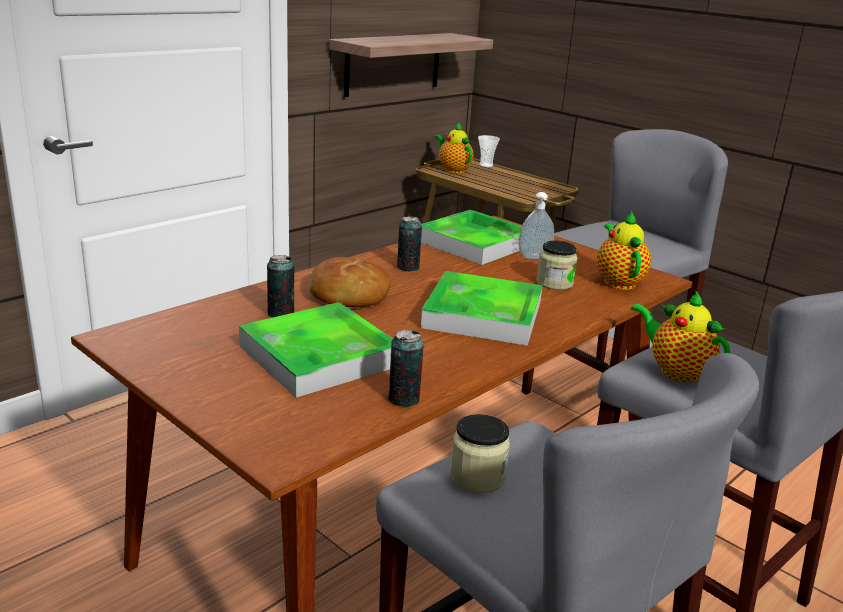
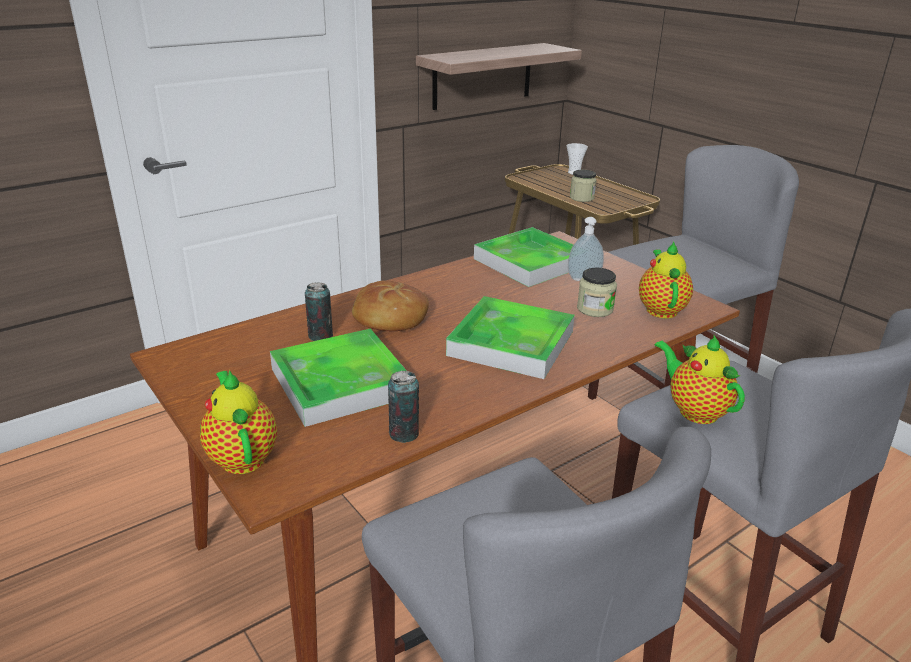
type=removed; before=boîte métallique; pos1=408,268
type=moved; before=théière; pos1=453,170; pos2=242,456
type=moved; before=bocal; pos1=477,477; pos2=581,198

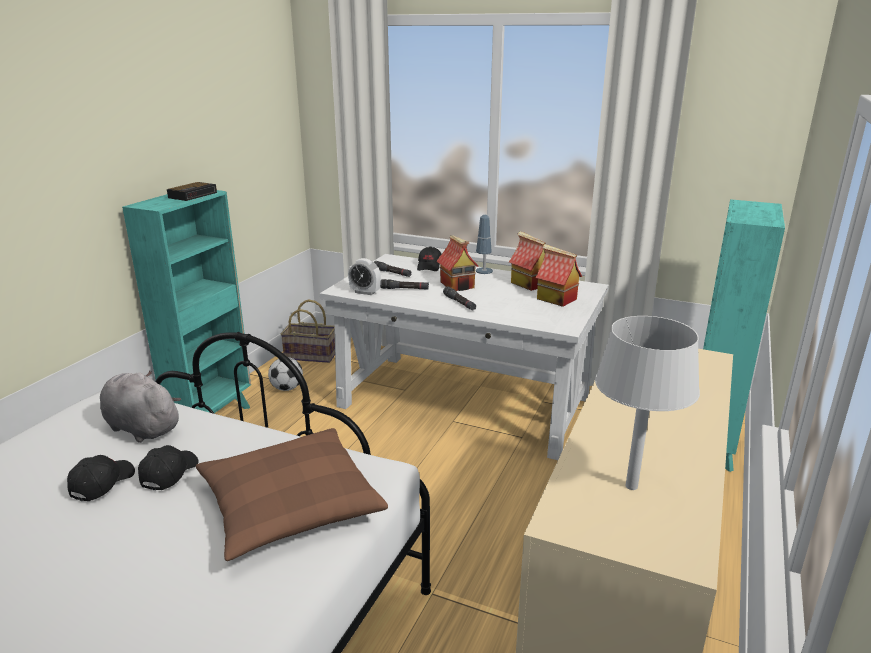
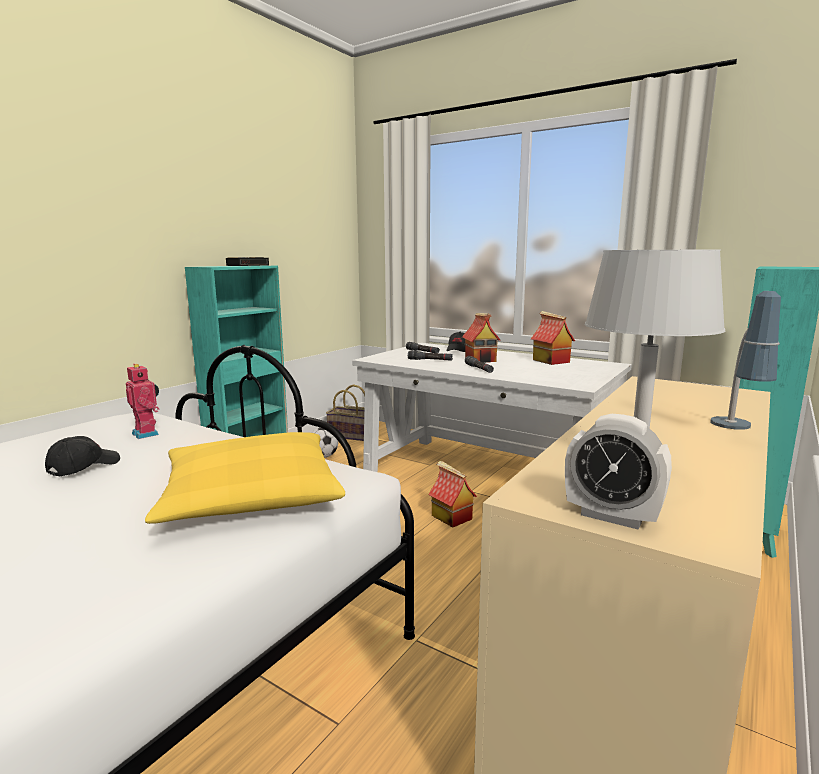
type=removed; before=casquette [noir]; pos1=169,473
type=moved; before=réveil; pos1=365,292; pos2=612,516
type=moved; before=lampe de table; pos1=483,275; pos2=737,432
type=moved; before=maison miniature; pos1=555,299; pos2=450,517
type=replaced; before=peluche [gris]; after=robot jouet; pos1=141,427; pos2=147,433
type=recoloured; before=coussin [marron]; after=coussin [jaune]; pos1=290,505; pos2=250,495

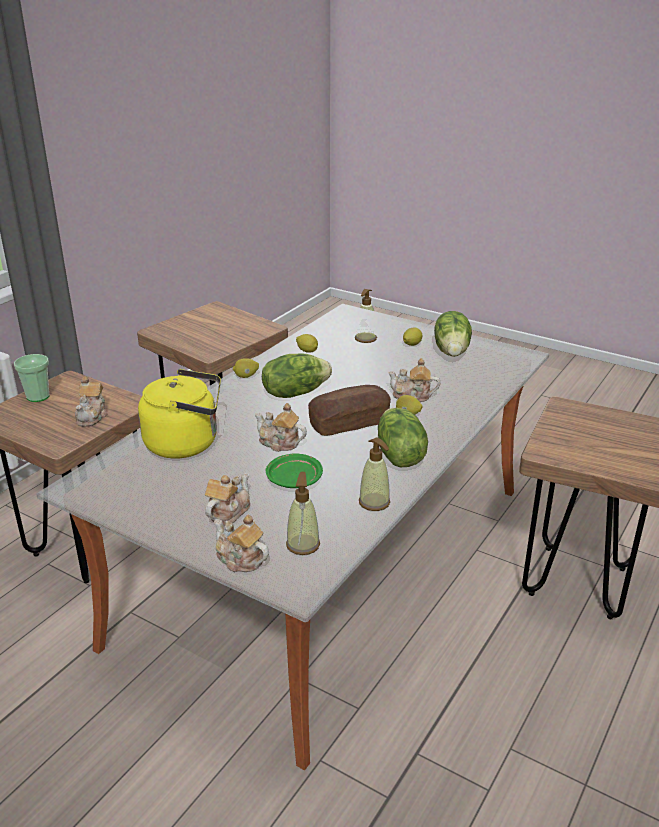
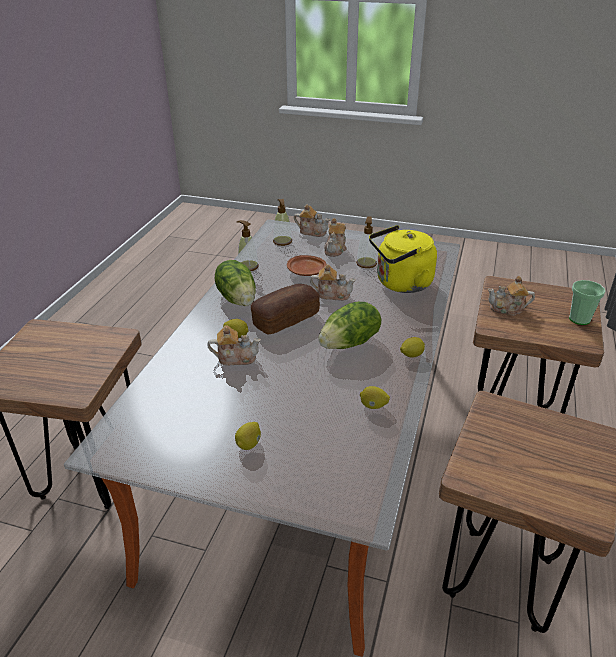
type=removed; before=laitue; pos1=452,351
type=moved; before=distributeur de savon; pos1=365,338; pos2=366,263
type=recoloured; before=assiette [vert]; after=assiette [marron]; pos1=294,479; pos2=307,272
type=turned; before=théière; pos1=92,416; pos2=507,309; turn=-75

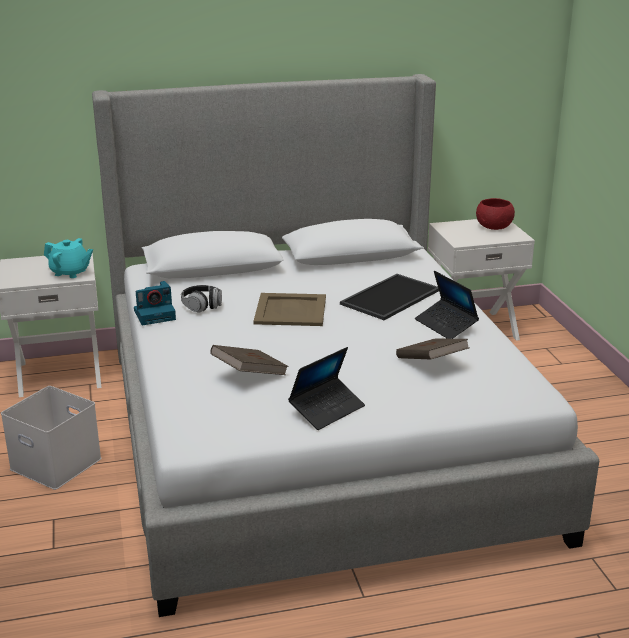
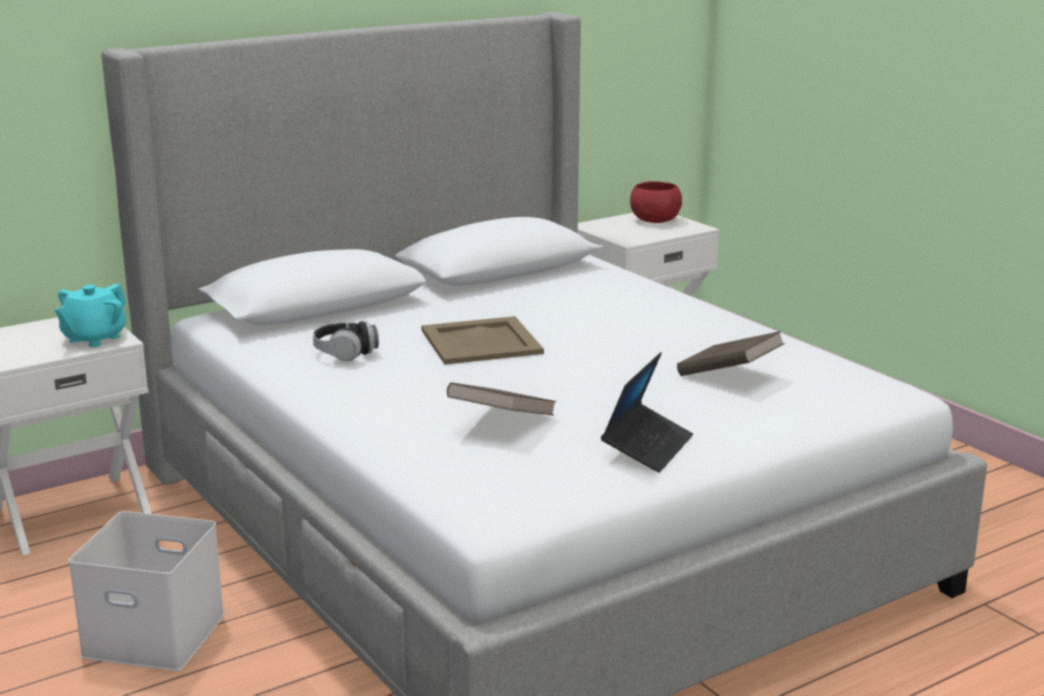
type=removed; before=appareil photo; pos1=155,314
type=removed; before=plateau; pos1=391,298
type=removed; before=ordinateur portable; pos1=446,325
type=turned; before=théière [turquoise]; pos1=70,272; pos2=94,338; turn=120

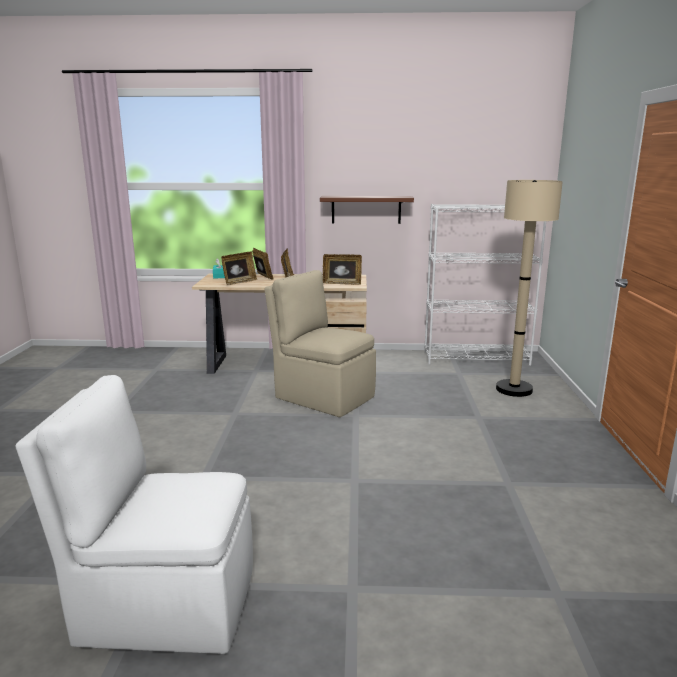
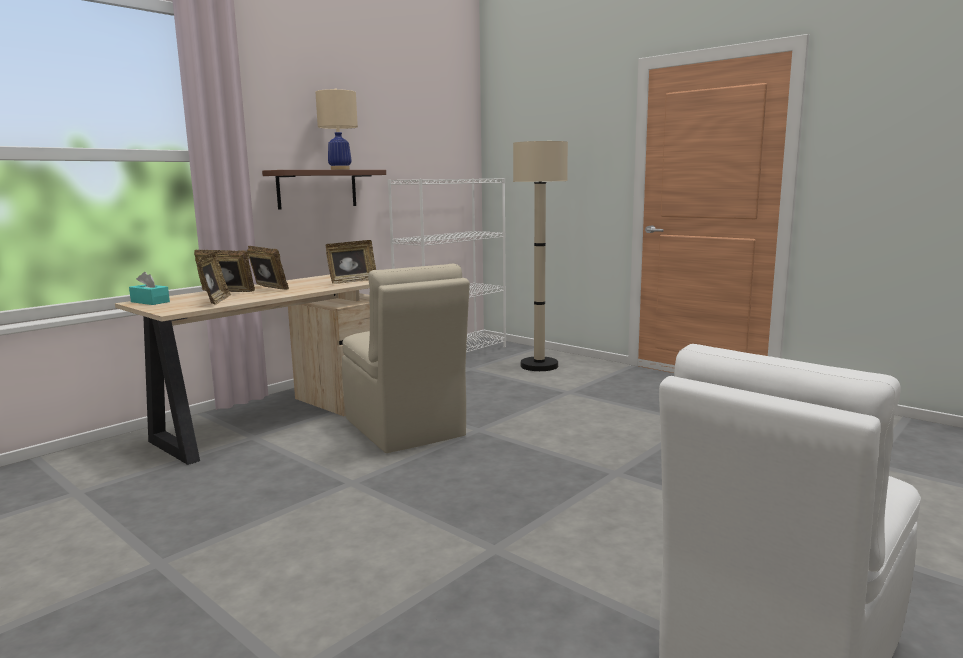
type=added; after=lampe de table [beige]; pos2=340,169
type=turned; before=chaise [beige]; pos1=323,397; pos2=405,429; turn=-105

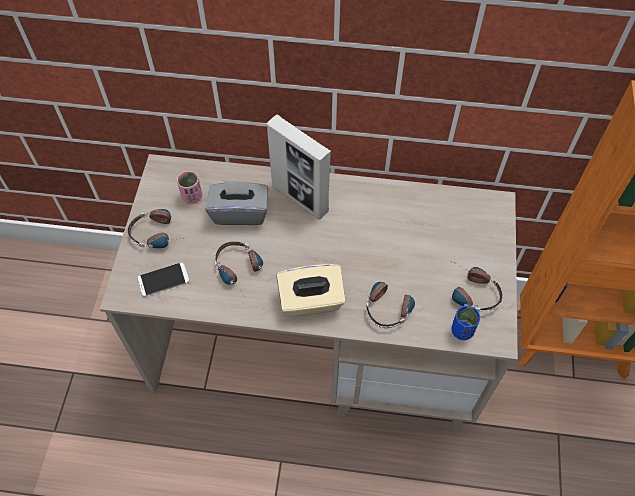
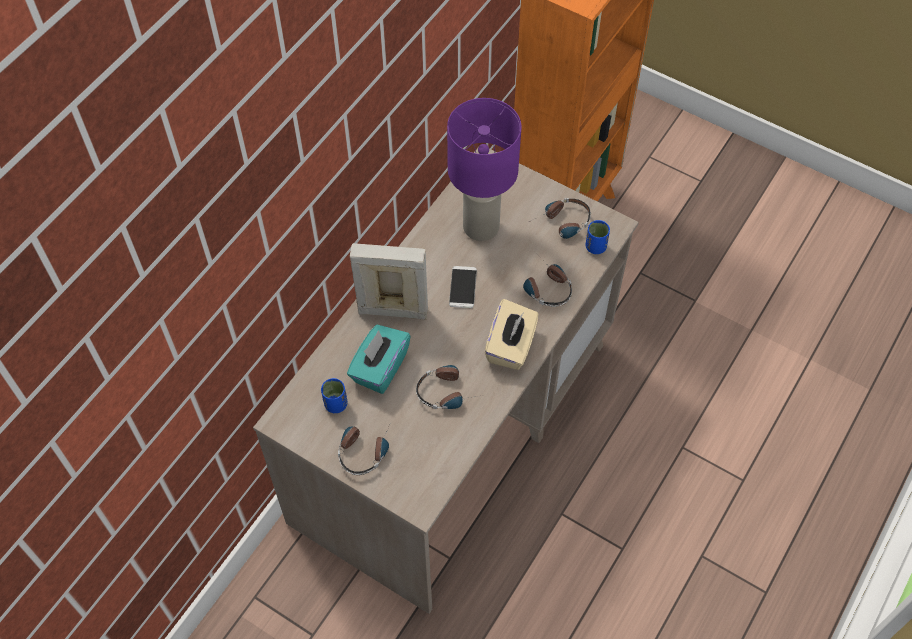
type=added; after=lampe de table [violet]; pos2=480,227
type=moved; before=téléphone; pos1=163,280; pos2=463,287
type=recoloured; before=tasse [rose]; after=tasse [bleu]; pos1=192,197; pos2=335,404
type=recoloured; before=boîte à mouchoirs [gris]; after=boîte à mouchoirs [turquoise]; pos1=240,212; pos2=380,368
type=turned; before=cadre photo; pos1=300,199; pos2=393,311; turn=-150

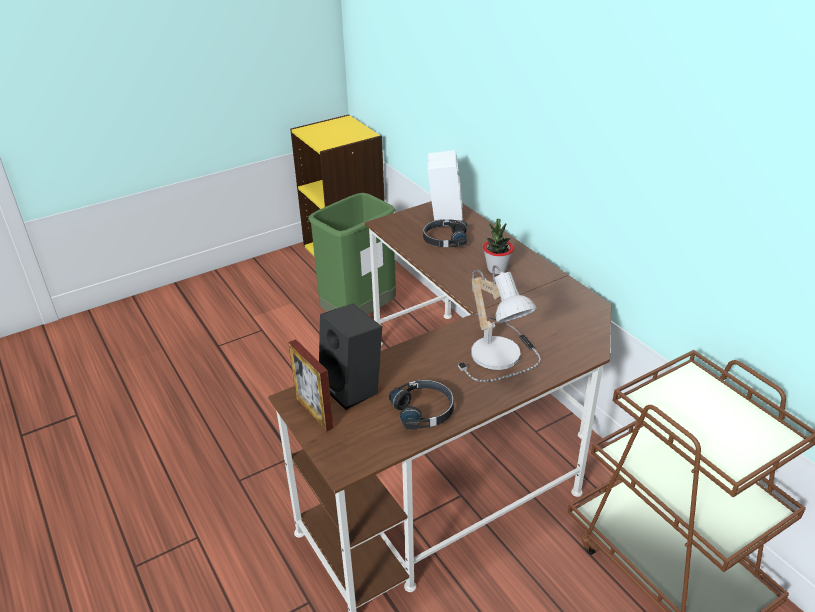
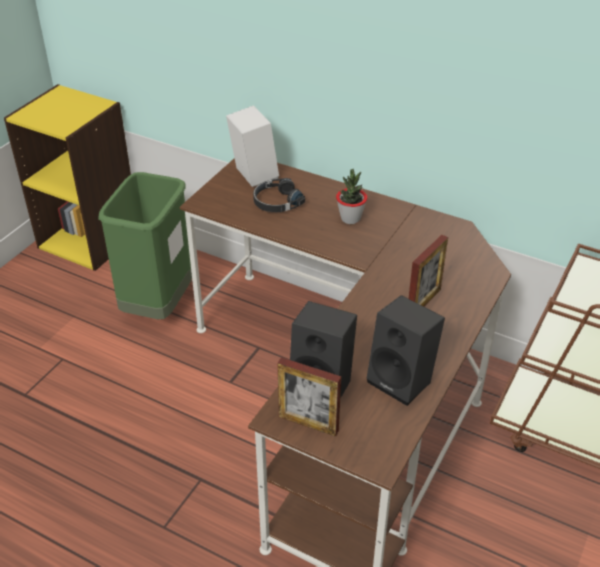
type=replaced; before=casque audio [noir]; after=enceinte [noir]; pos1=424,410; pos2=403,380
type=replaced; before=lampe de table; after=cadre photo; pos1=501,354; pos2=423,302

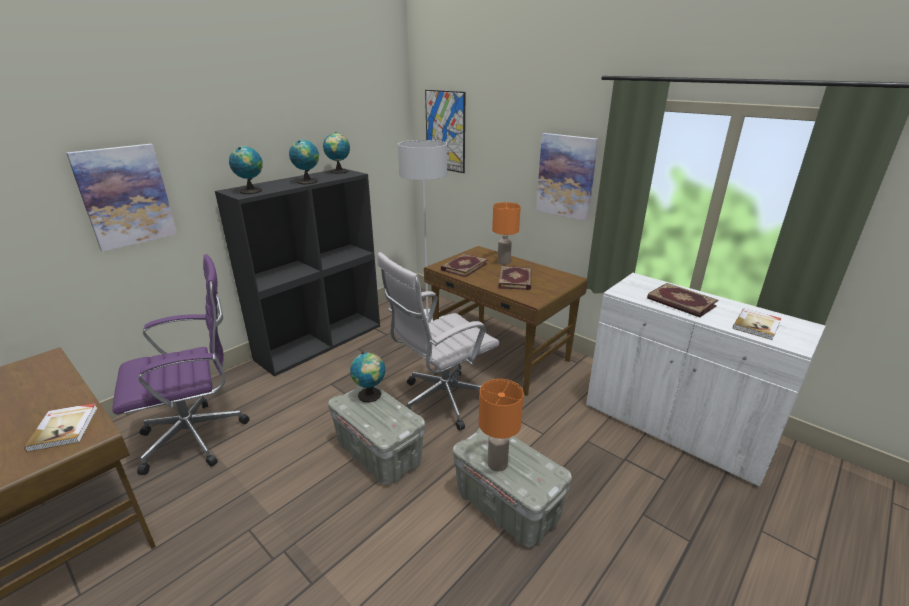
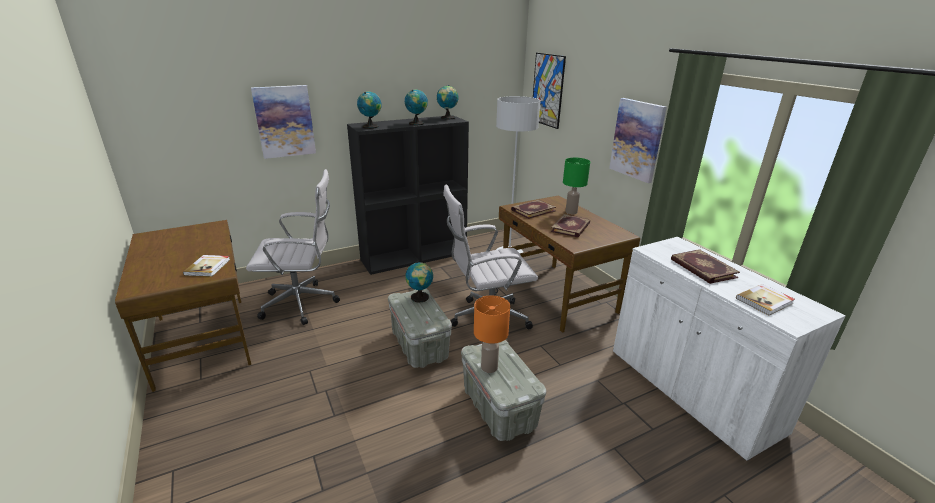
type=recoloured; before=chaise de bureau [violet]; after=chaise de bureau [blanc]; pos1=199,436; pos2=303,304
type=recoloured; before=lampe de table [orange]; after=lampe de table [vert]; pos1=503,262; pos2=571,212

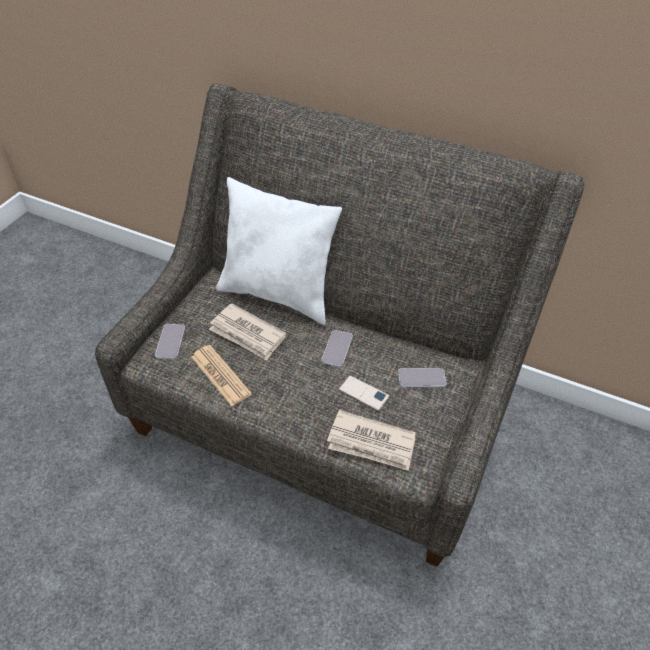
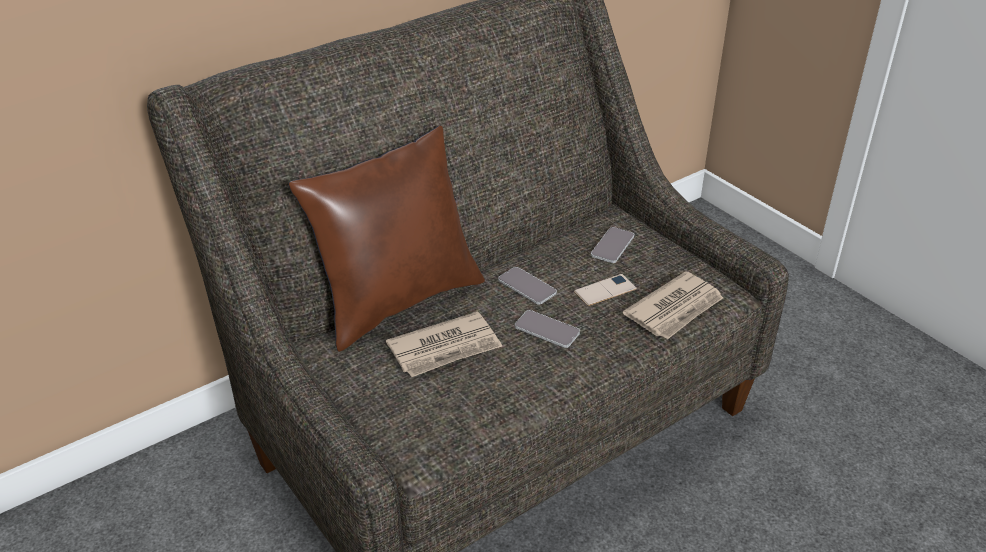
type=removed; before=journal; pos1=220,375
type=moved; before=téléphone; pos1=170,342; pos2=547,330
type=recoloured; before=coussin [blanc]; after=coussin [marron]; pos1=279,294; pos2=398,301

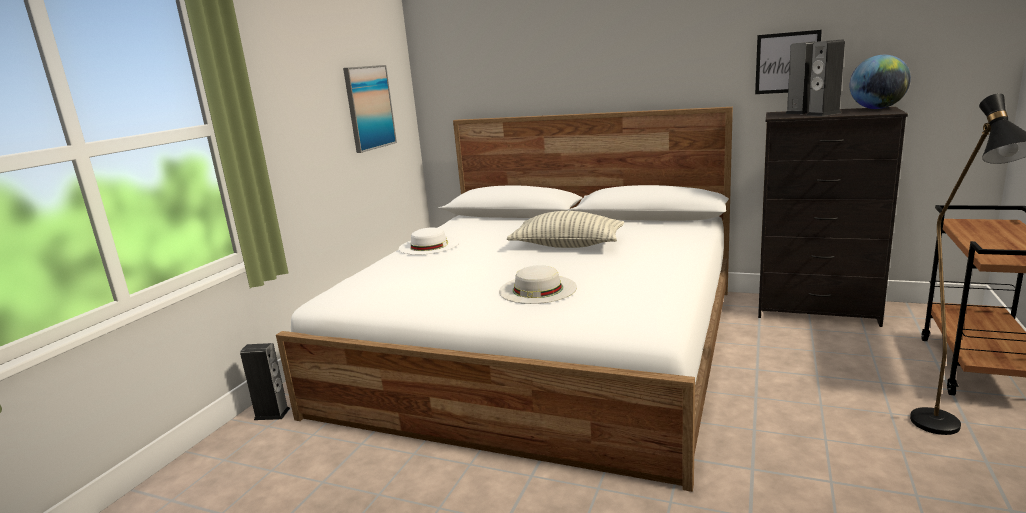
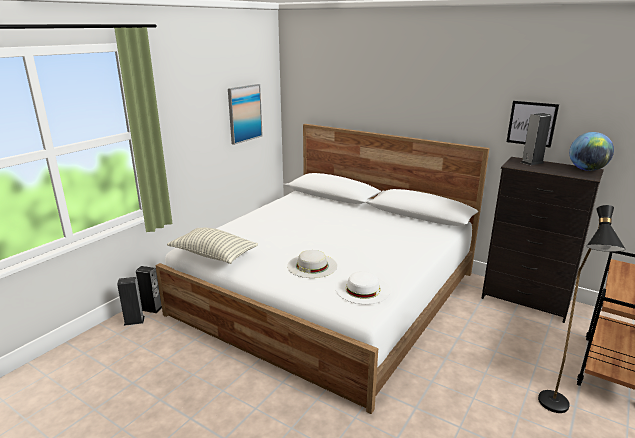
type=moved; before=chapeau [blanc]; pos1=429,245; pos2=363,289
type=moved; before=coussin; pos1=567,246; pos2=213,255
type=moved; before=enceinte; pos1=823,114; pos2=134,320

